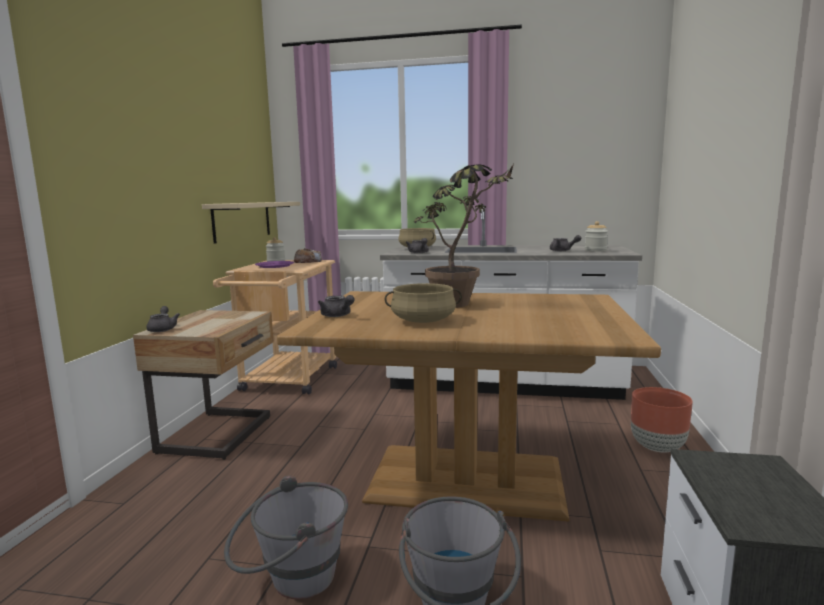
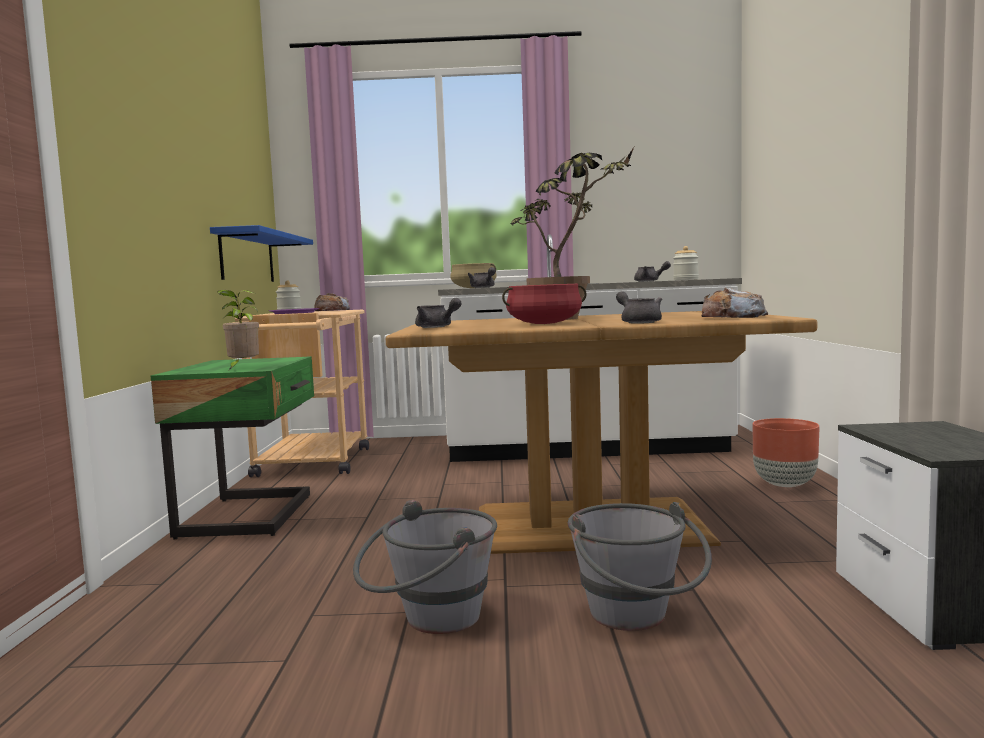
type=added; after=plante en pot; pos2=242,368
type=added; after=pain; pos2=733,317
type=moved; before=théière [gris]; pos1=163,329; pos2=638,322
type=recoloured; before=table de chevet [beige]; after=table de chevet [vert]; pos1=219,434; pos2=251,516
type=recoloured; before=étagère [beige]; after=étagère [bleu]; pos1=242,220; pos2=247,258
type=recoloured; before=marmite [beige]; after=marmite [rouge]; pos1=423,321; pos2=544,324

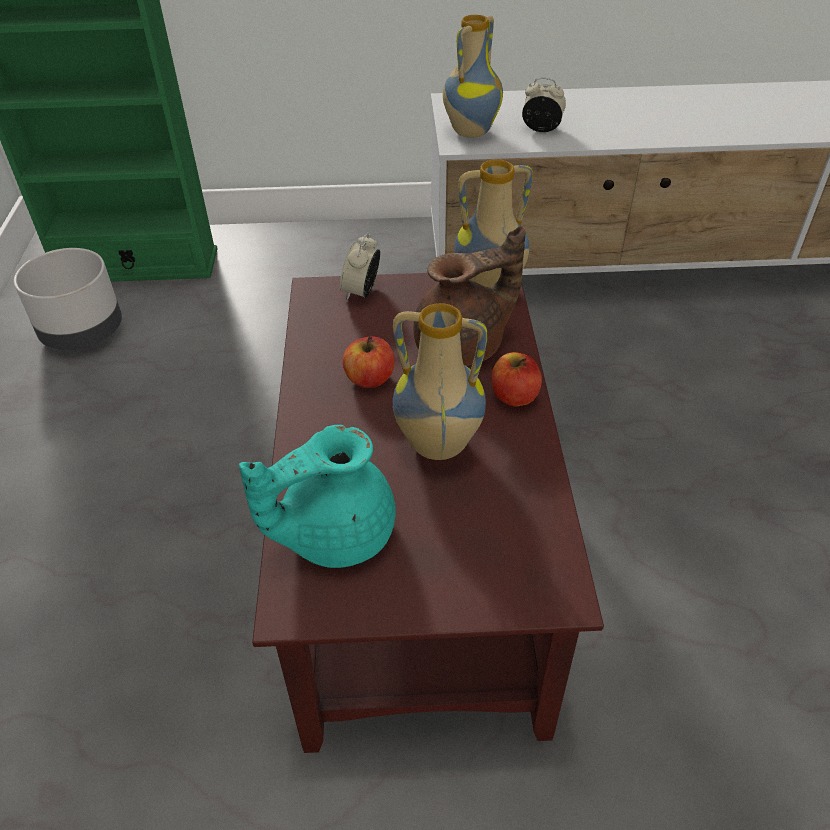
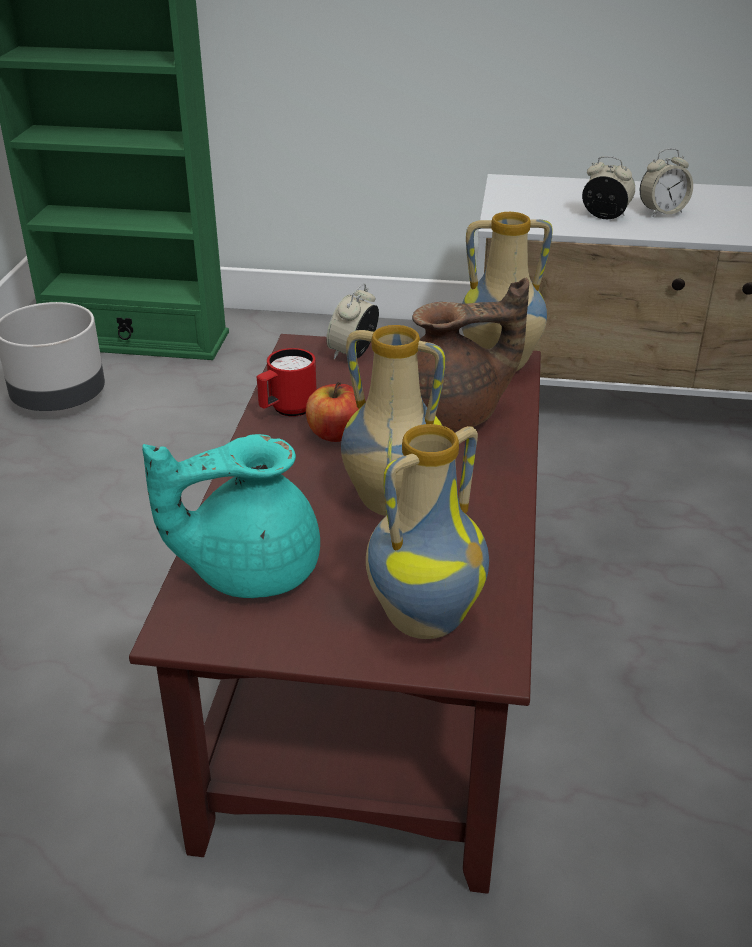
type=removed; before=pomme; pos1=514,396
type=added; after=mug [rouge]; pos2=287,410
type=added; after=réveil; pos2=662,212
type=moved; before=vase; pos1=470,131; pos2=423,617

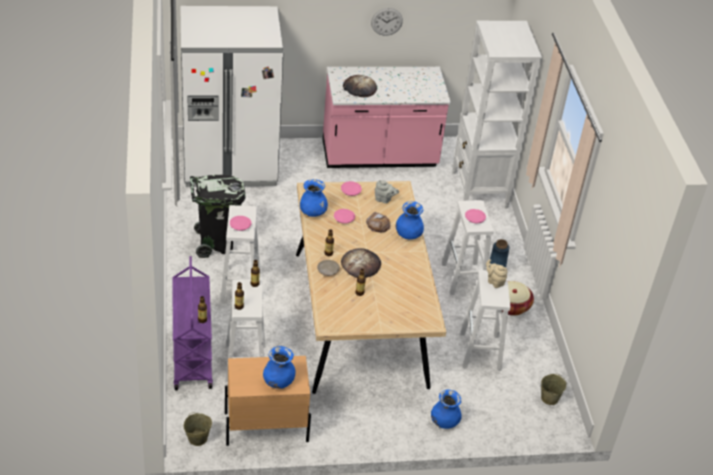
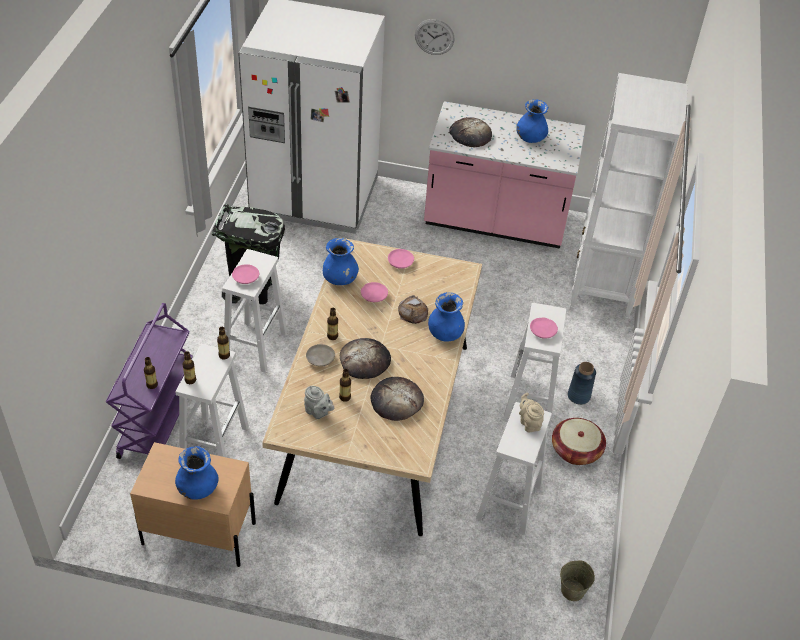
type=removed; before=seau [beige]; pos1=197,438
type=added; after=pain; pos2=396,400
type=moved; before=horloge murale; pos1=386,21; pos2=434,37
type=moved; before=théière [gris]; pos1=384,200; pos2=318,412
type=moved; before=vase [bleu]; pos1=444,422; pos2=530,138

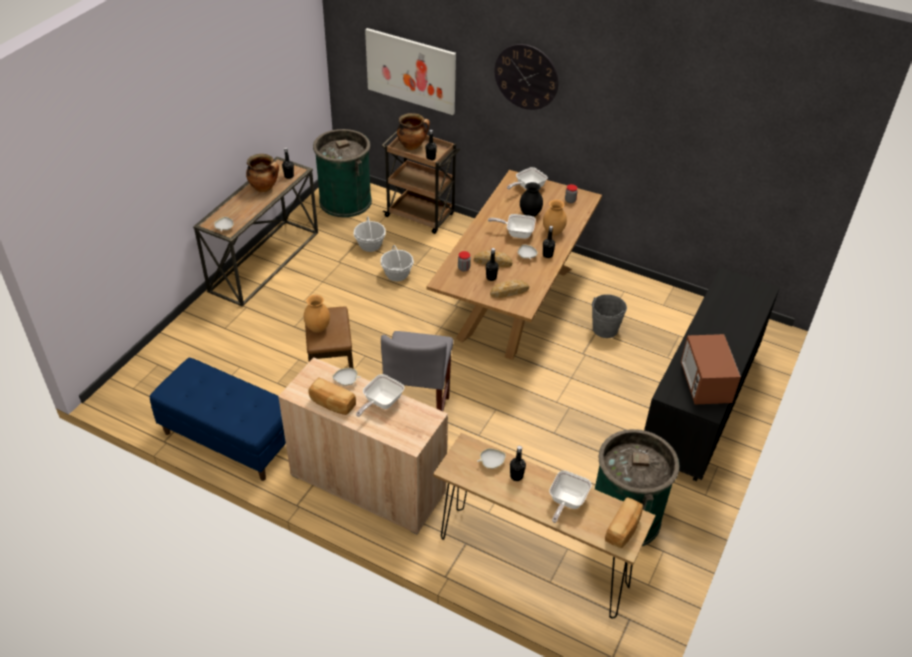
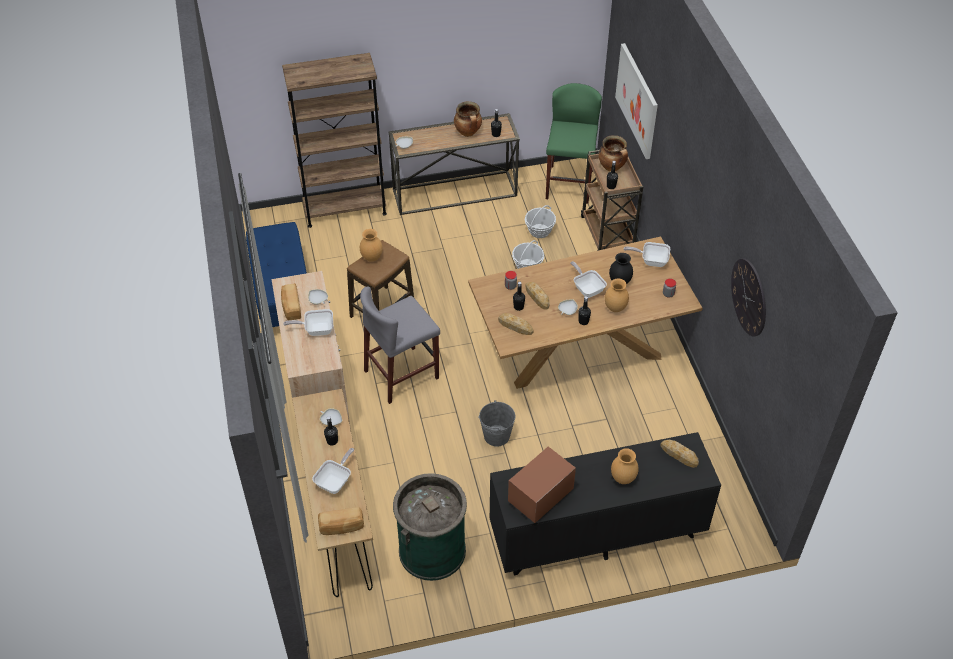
type=added; after=bibliothèque [marron]; pos2=345,209
type=added; after=vase [marron]; pos2=623,478
type=added; after=pain; pos2=679,455
type=moved; before=horloge murale; pos1=526,77; pos2=749,297
type=moved; before=seau [gris]; pos1=605,329; pos2=496,435
type=replaced; before=poubelle [vert]; after=tabouret [vert]; pos1=345,201; pos2=569,184
type=turned; before=poêle; pos1=566,502; pos2=335,481; turn=135

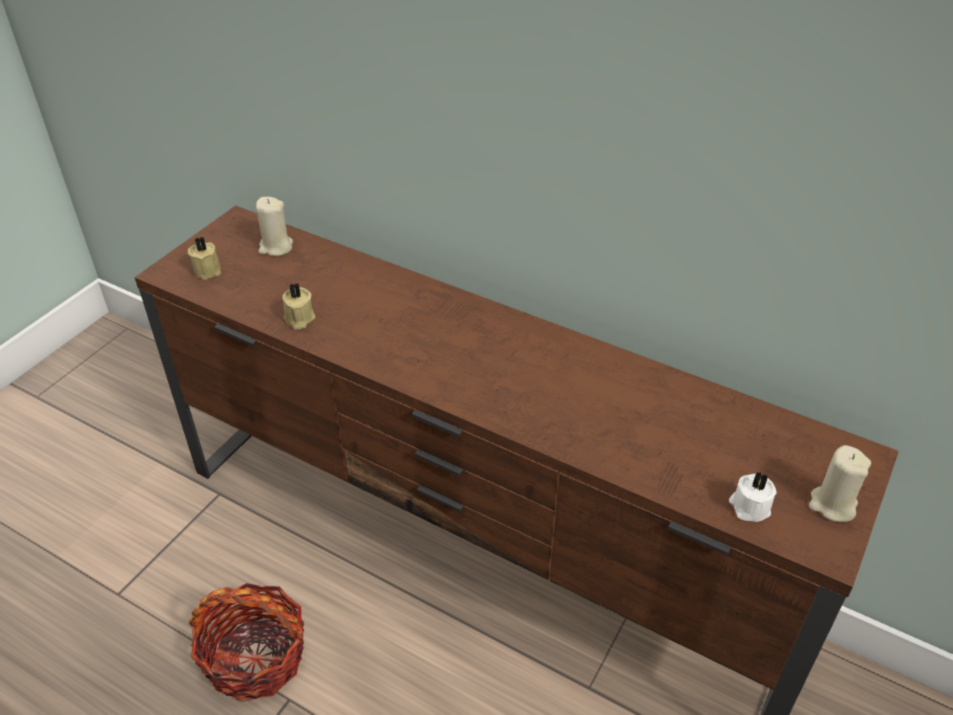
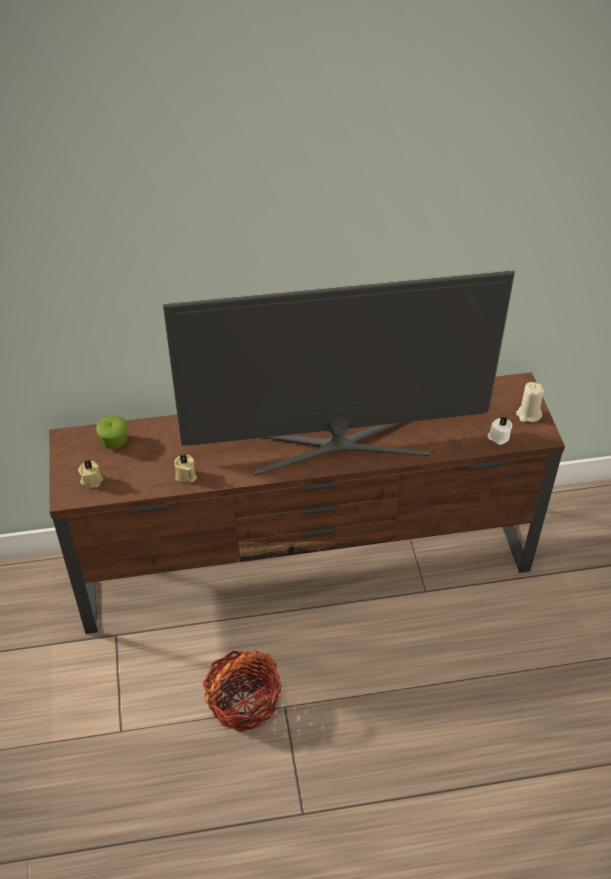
type=added; after=téléviseur; pos2=337,443
type=replaced; before=bougie [beige]; after=pomme; pos1=276,247; pos2=114,441

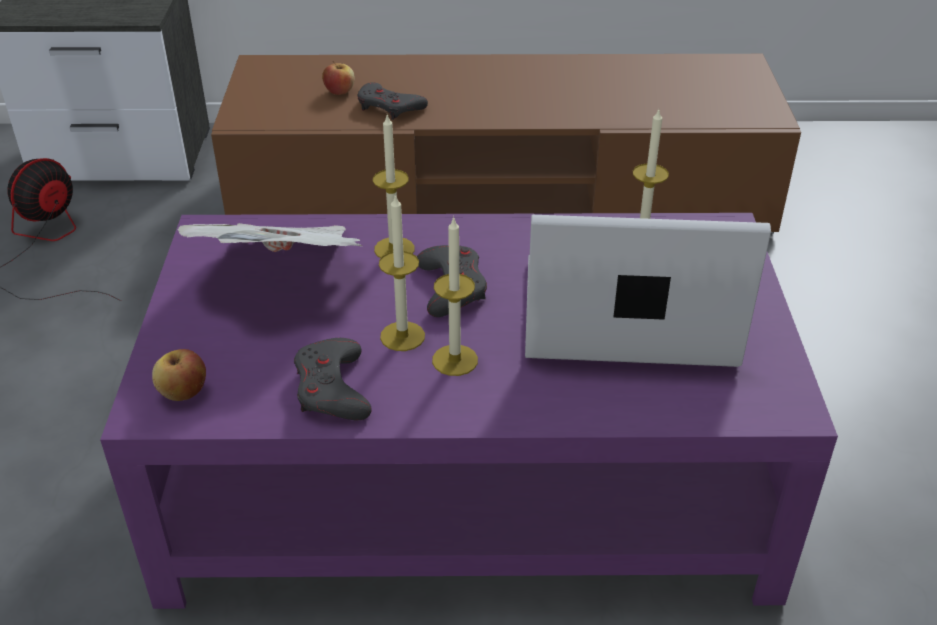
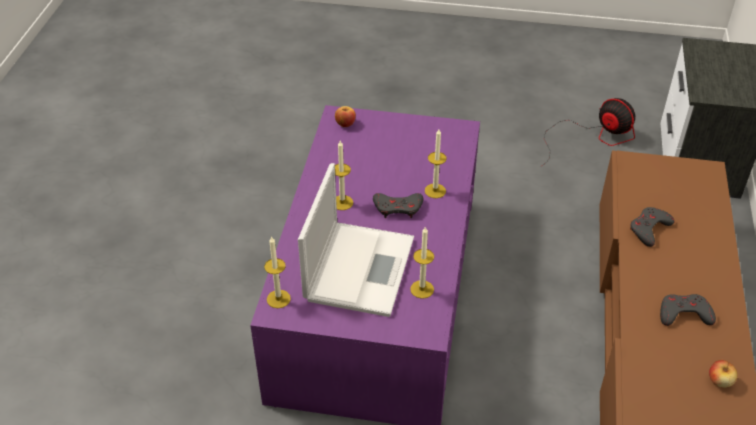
type=removed; before=journal; pos1=285,273
type=moved; before=manette [gris]; pos1=332,388; pos2=684,314
type=moved; before=pomme; pos1=339,91; pos2=719,381
type=moved; before=bougie; pos1=402,336; pos2=278,299

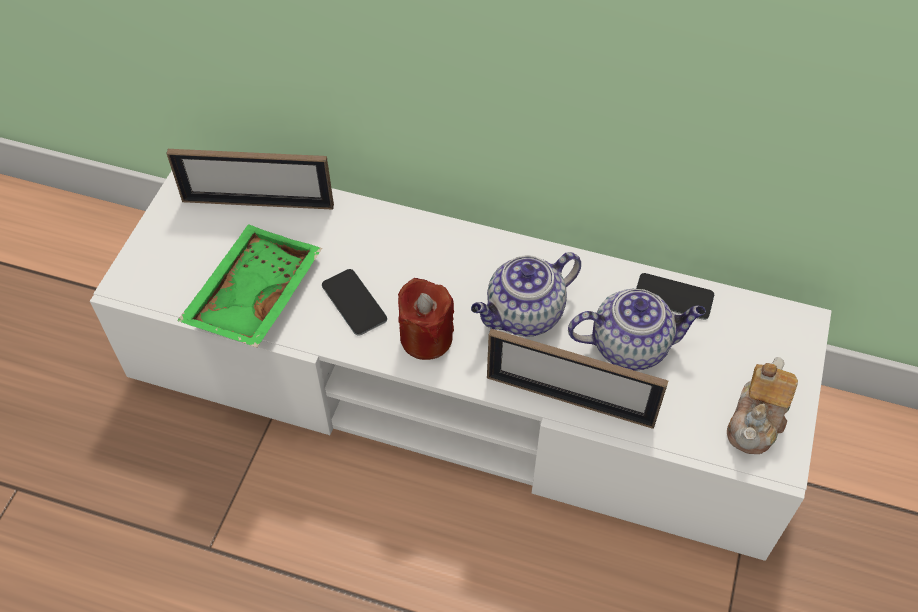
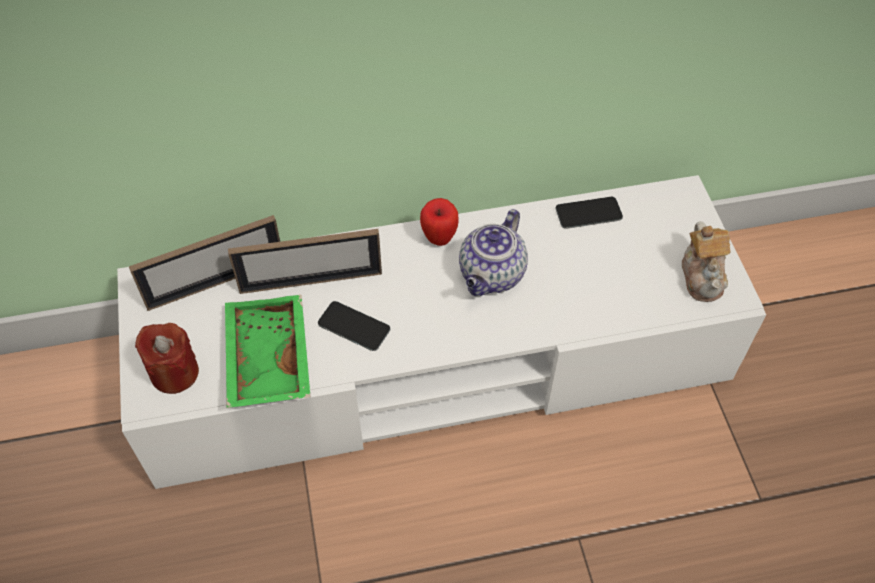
type=removed; before=théière; pos1=631,345
type=added; after=pomme; pos2=439,238
type=moved; before=bougie [rouge]; pos1=426,338; pos2=174,373
type=moved; before=cadre photo; pos1=569,400; pos2=311,281

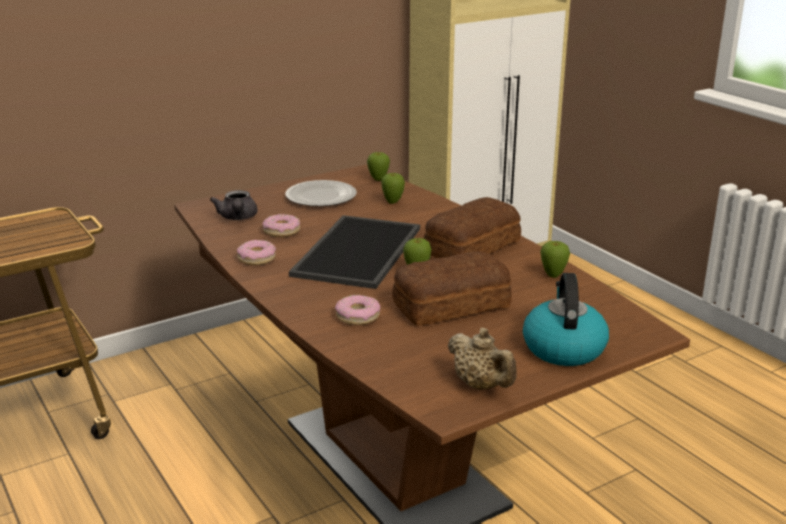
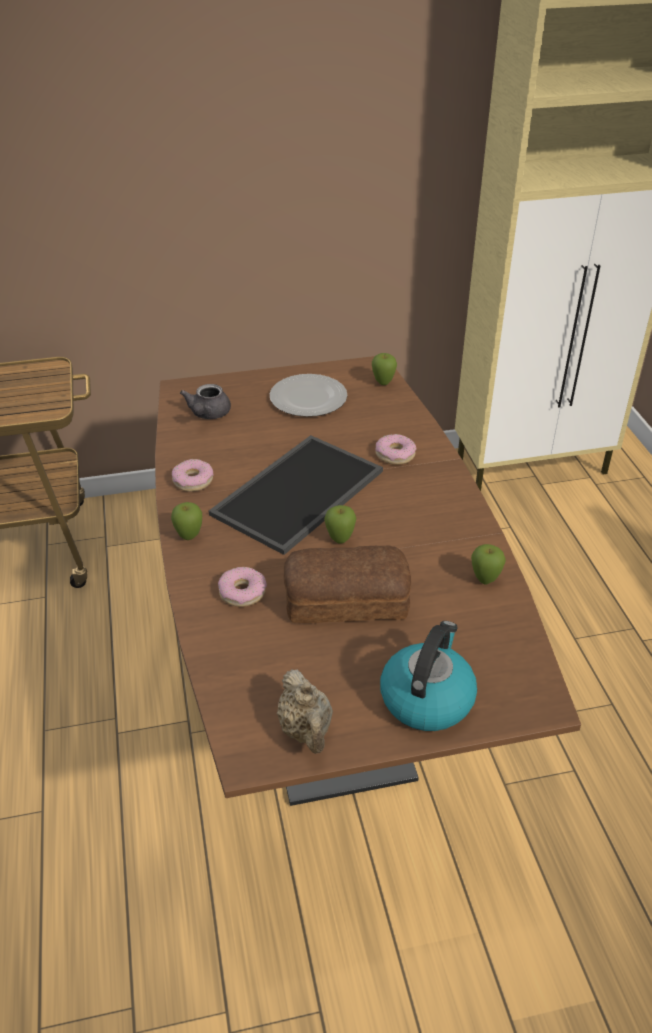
type=removed; before=pain; pos1=469,247
type=moved; before=beignet; pos1=281,231; pos2=395,455
type=moved; before=pomme; pos1=393,202; pos2=189,537

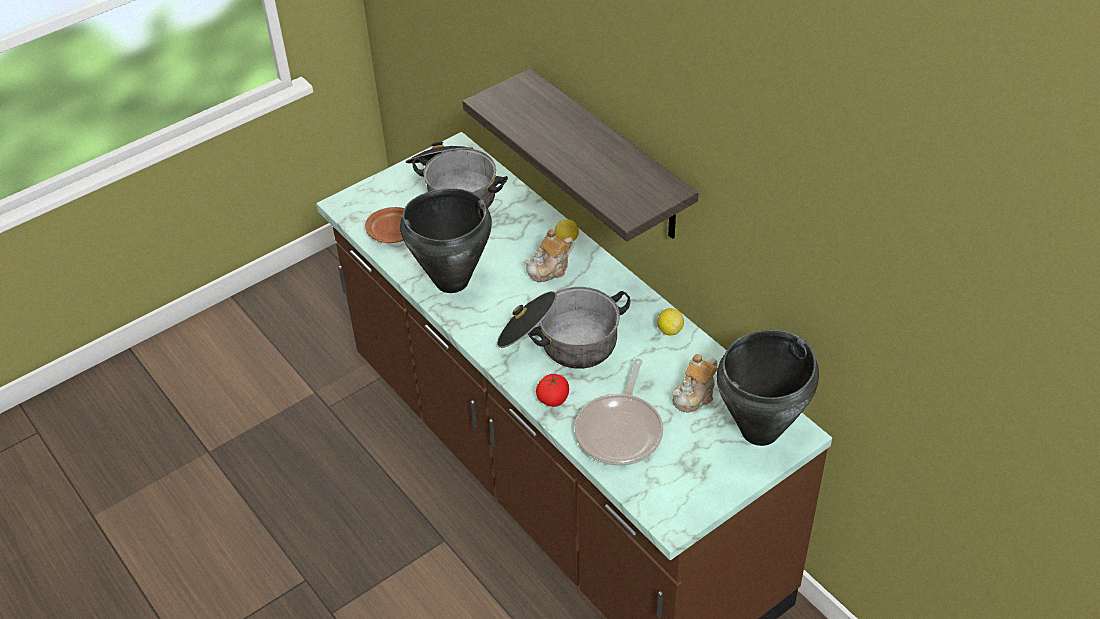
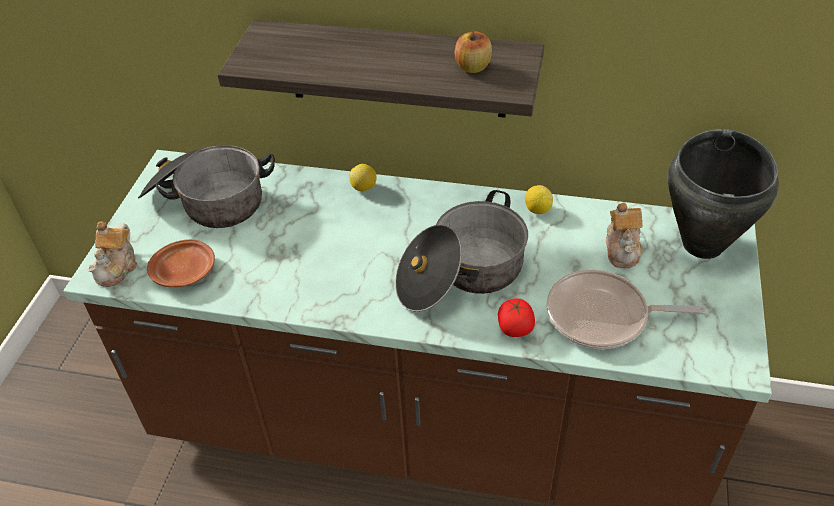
type=removed; before=marmite [noir]; pos1=451,281
type=added; after=pomme; pos2=472,67
type=moved; before=théière; pos1=550,270; pos2=118,268
type=turned; before=poêle; pos1=620,430; pos2=603,316; turn=120

